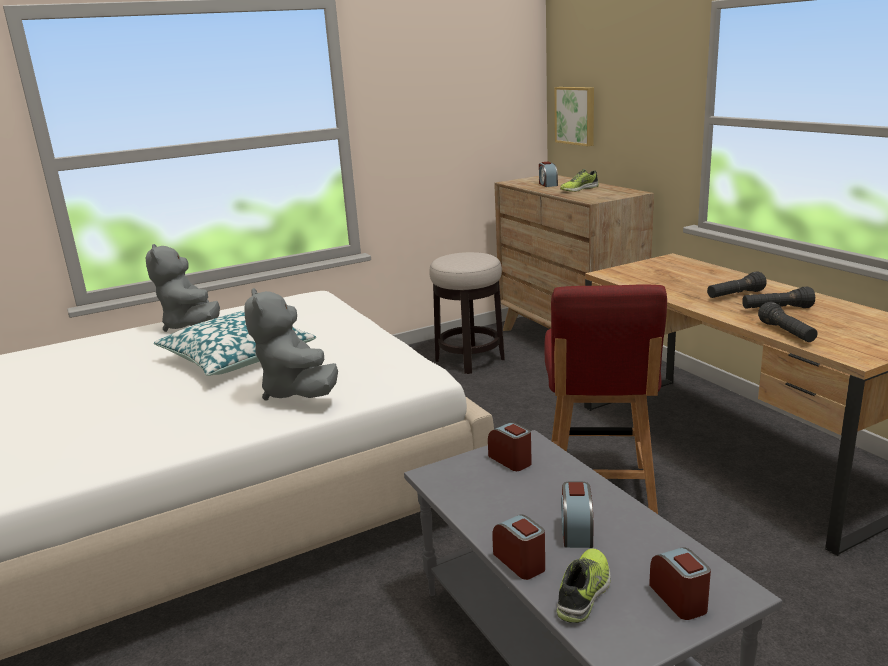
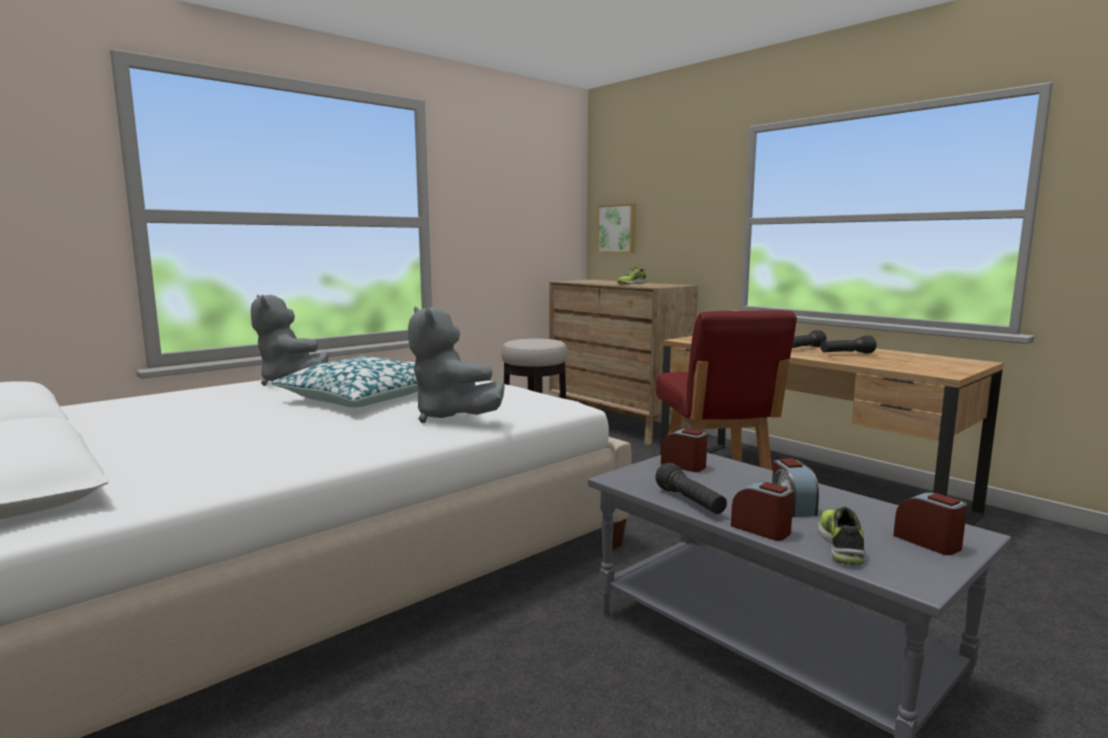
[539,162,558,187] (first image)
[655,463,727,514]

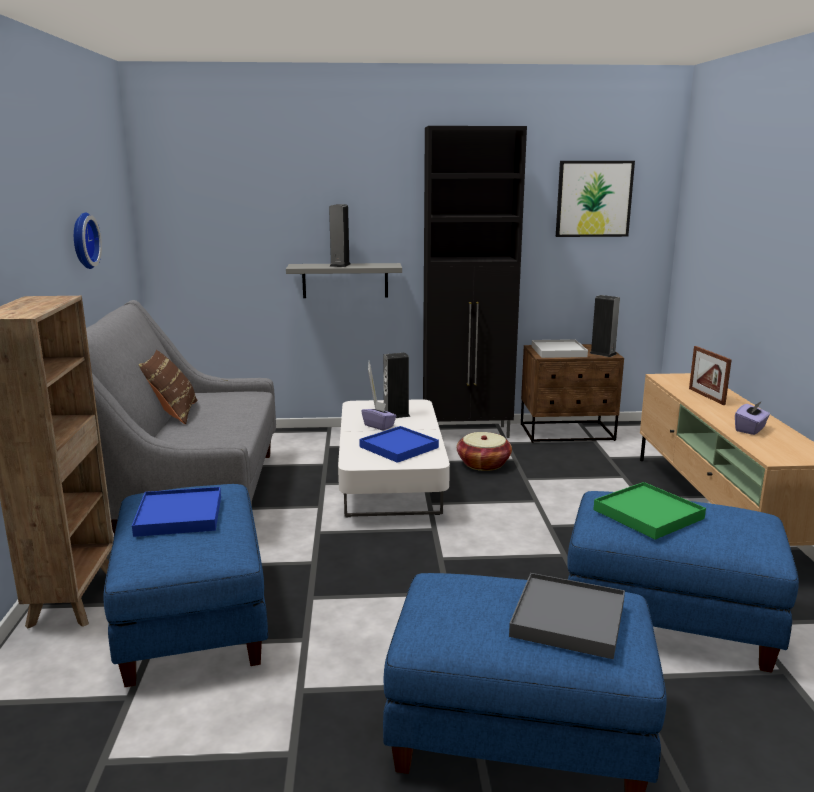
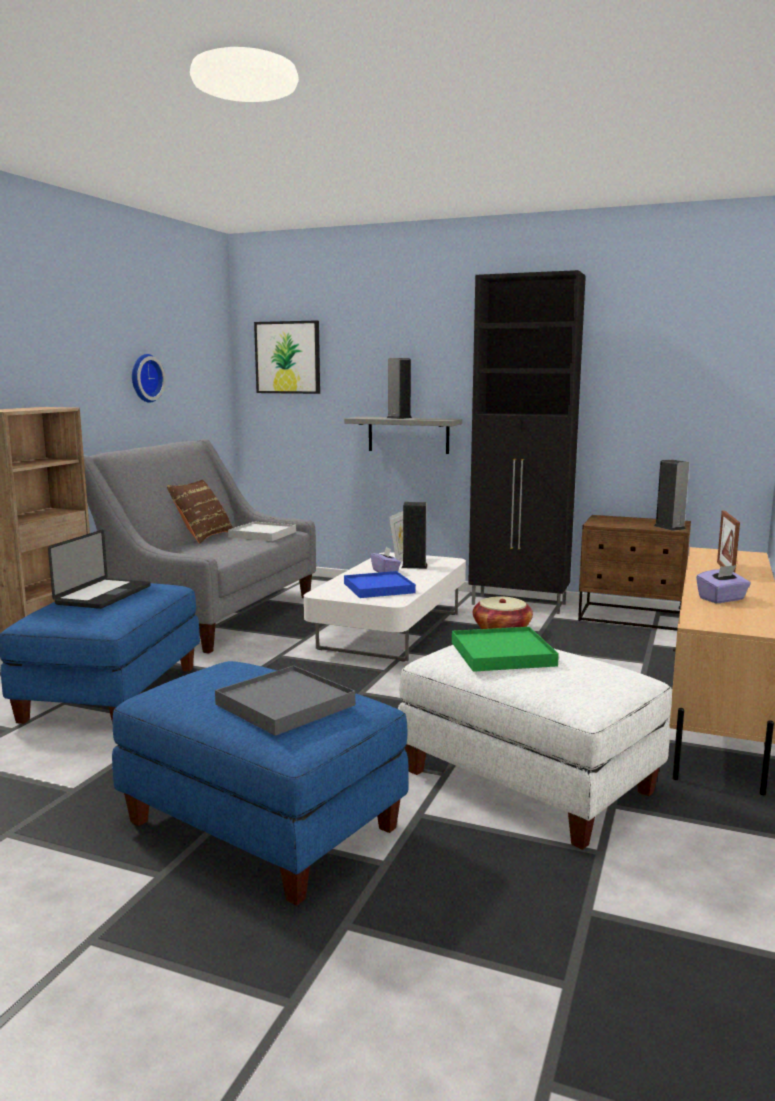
[48,530,151,609]
[228,521,296,541]
[254,320,320,394]
[398,645,672,850]

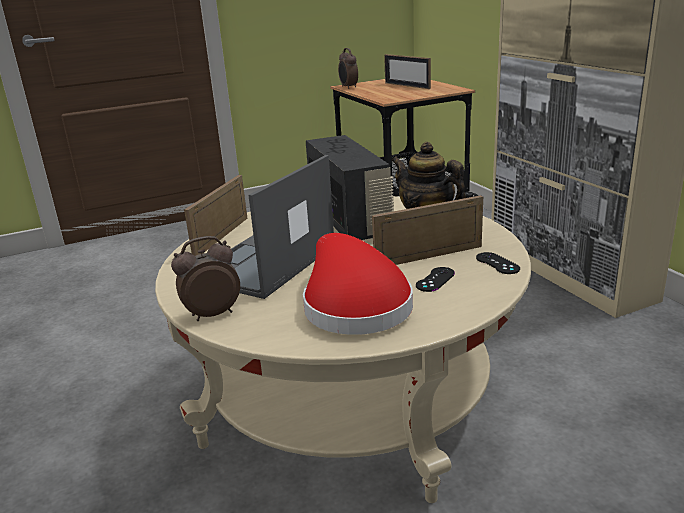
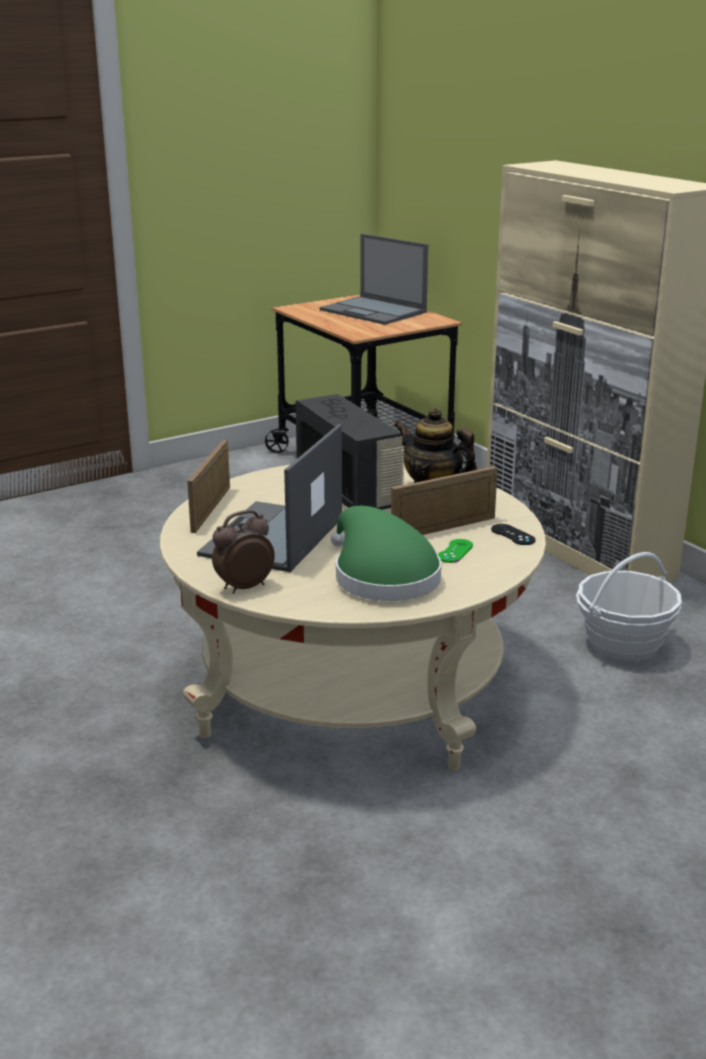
[331,506,441,601]
[338,48,358,89] (first image)
[319,234,428,325]
[438,539,473,563]
[576,552,682,661]

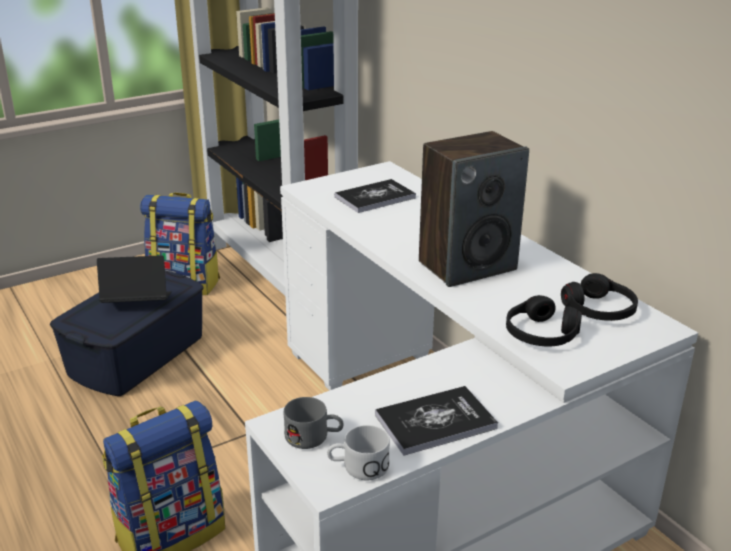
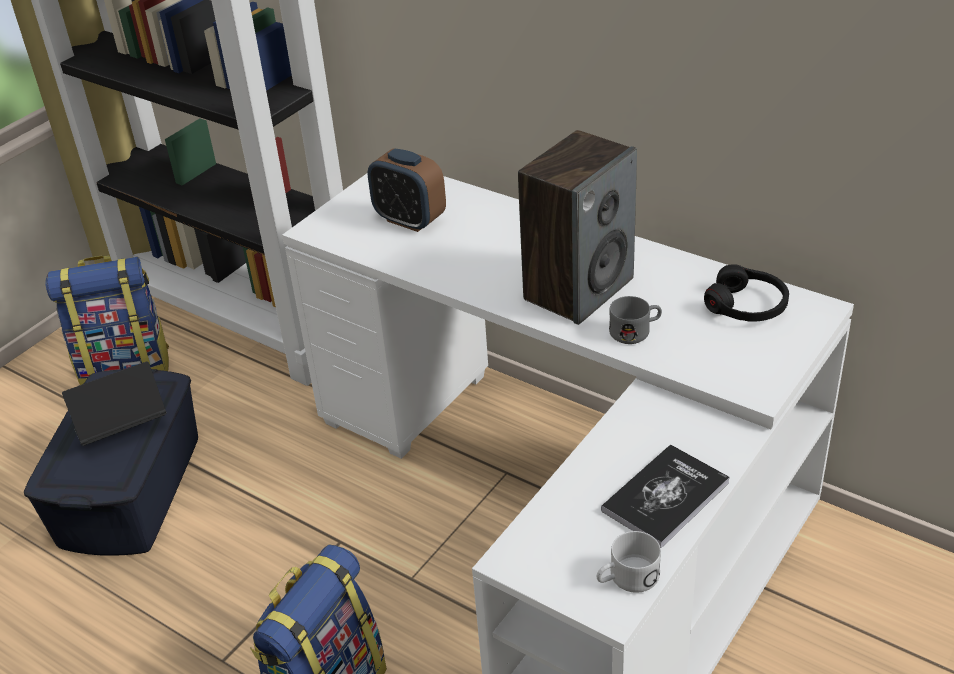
[609,296,662,344]
[368,148,446,232]
[506,295,582,346] (first image)

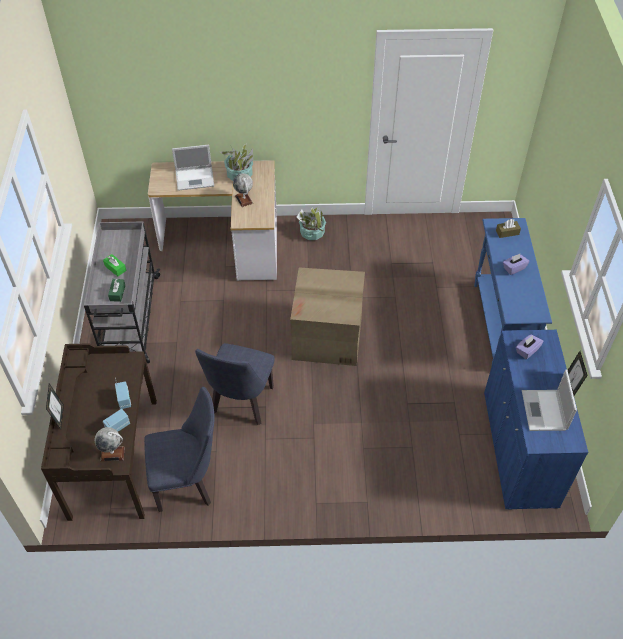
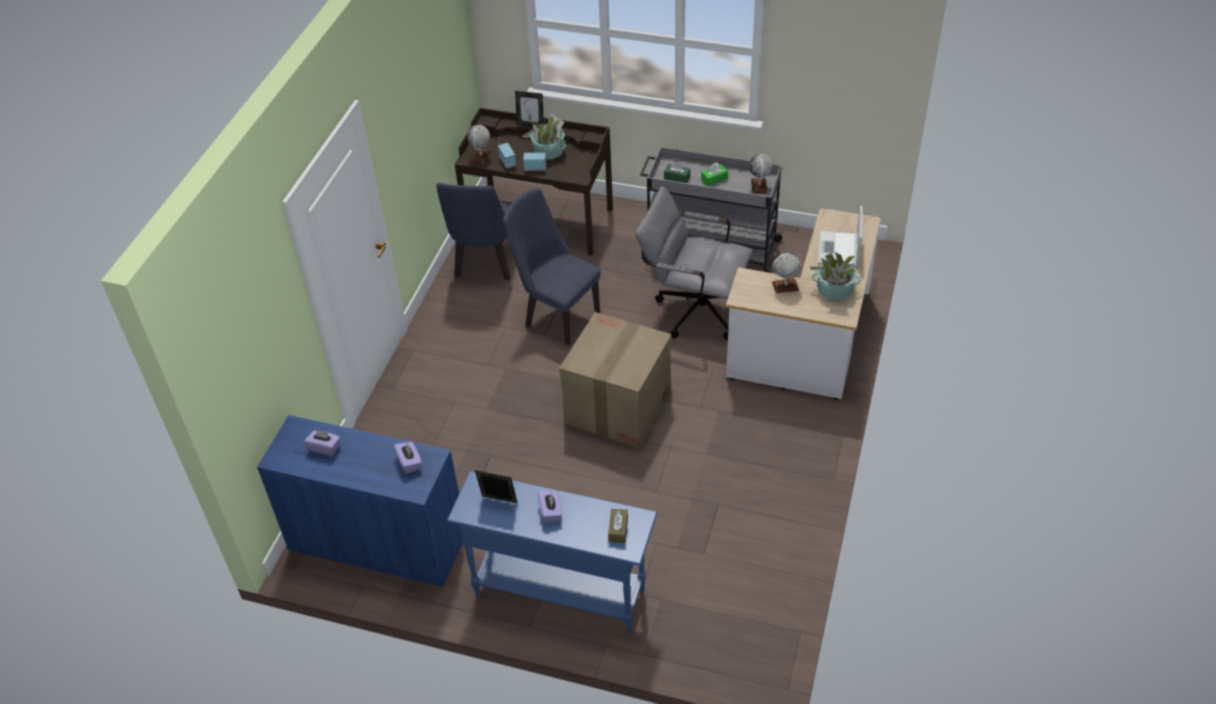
[522,114,566,160]
[304,429,340,456]
[475,470,518,504]
[635,186,752,340]
[749,154,773,194]

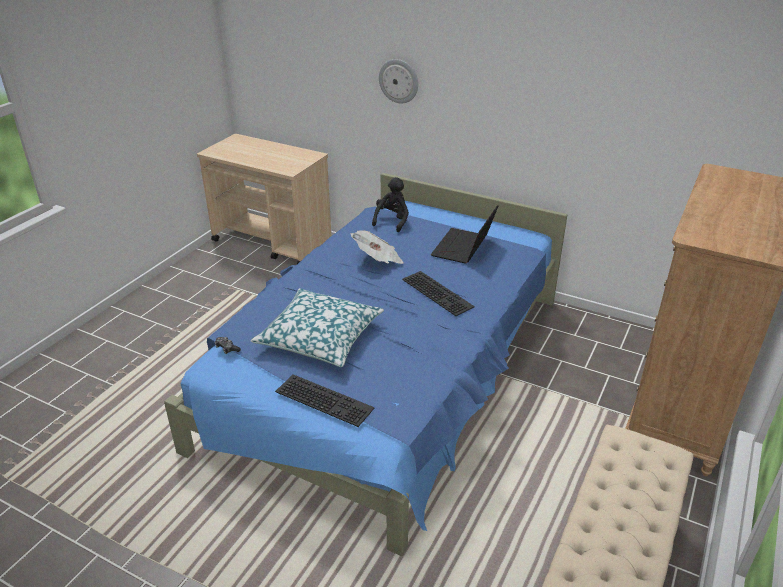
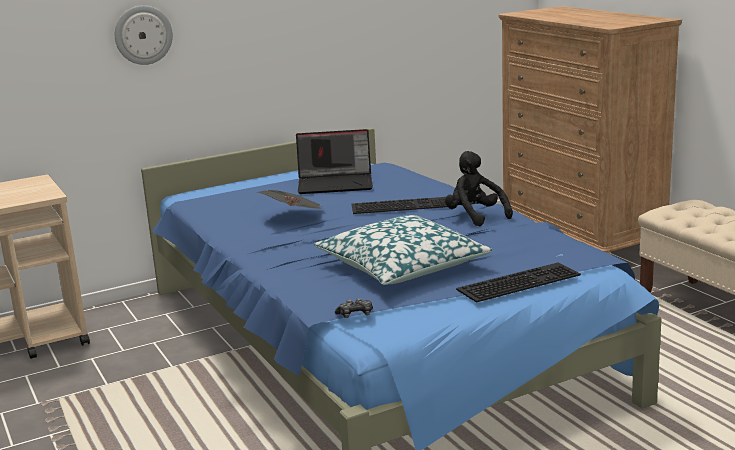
[445,151,513,226]
[296,129,373,194]

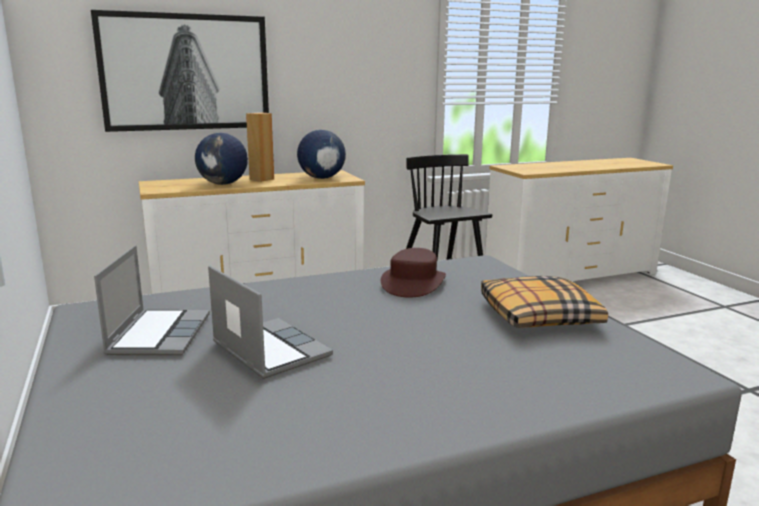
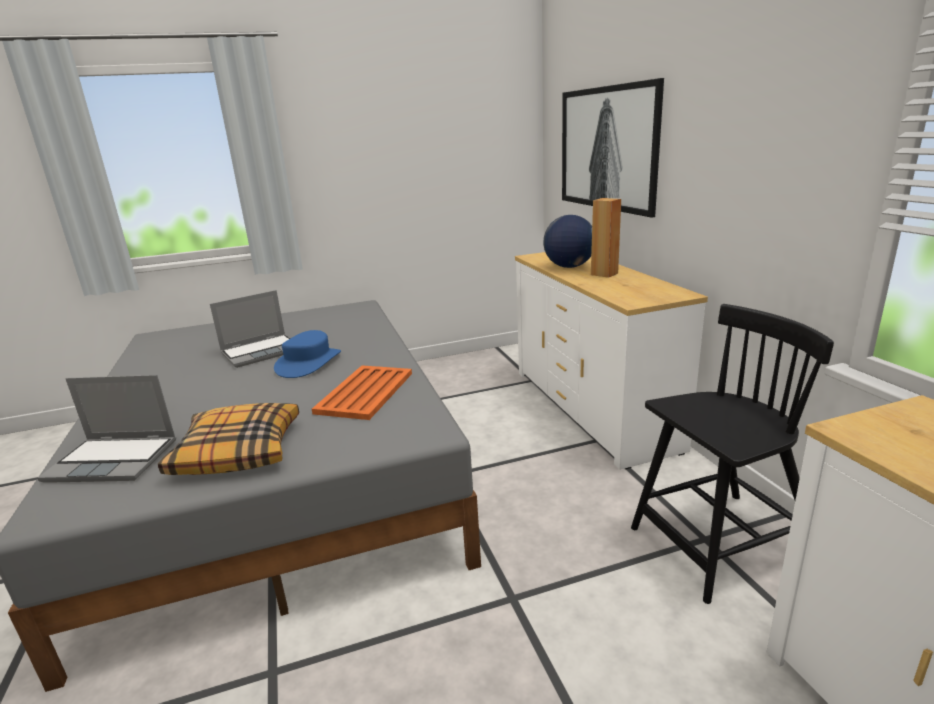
[37,375,176,483]
[297,130,346,179] (first image)
[312,365,412,420]
[274,330,341,378]

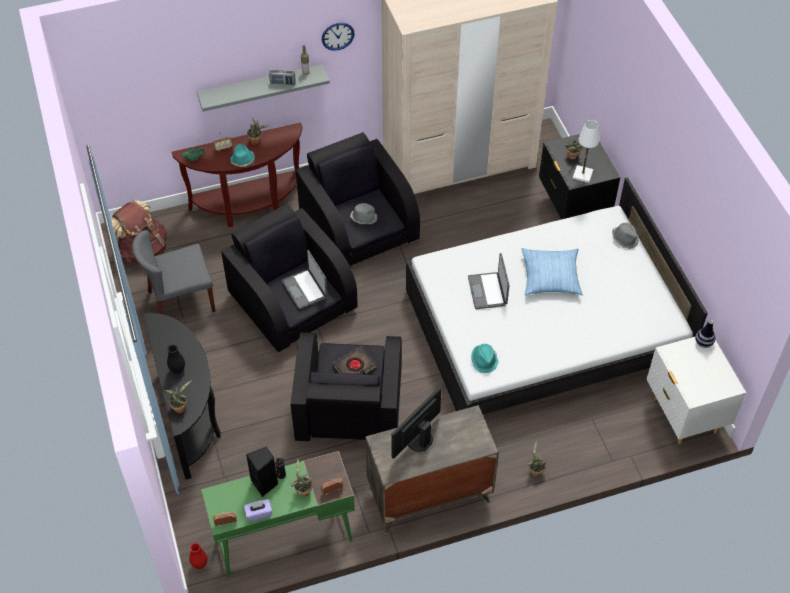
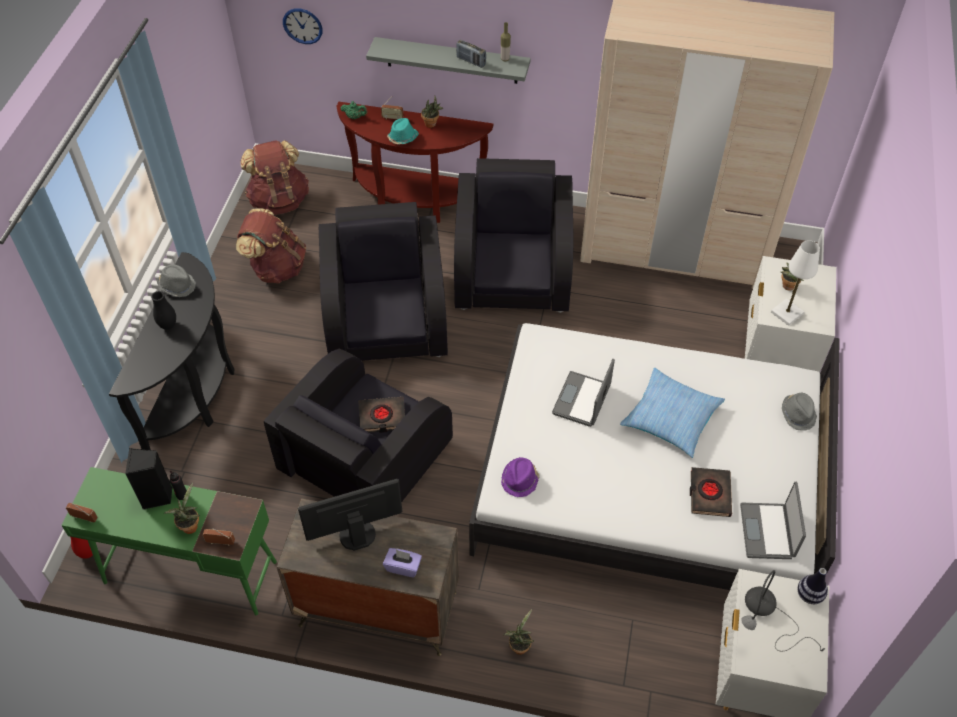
[236,208,306,284]
[164,380,192,413] (first image)
[383,548,422,577]
[740,482,806,559]
[283,8,323,44]
[157,265,196,297]
[501,457,540,497]
[745,256,836,373]
[690,467,732,517]
[741,570,825,651]

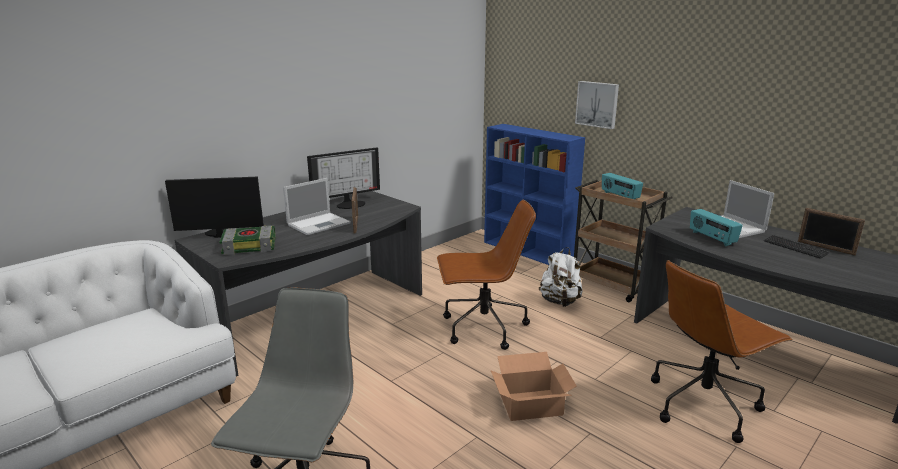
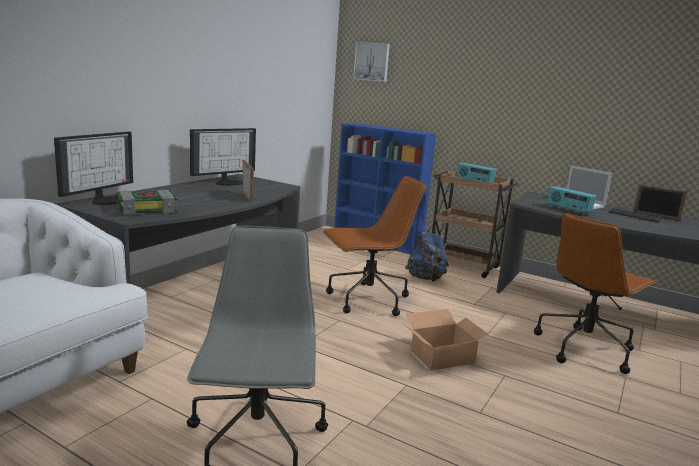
[54,131,133,205]
[283,178,351,235] (first image)
[405,227,449,282]
[353,42,390,82]

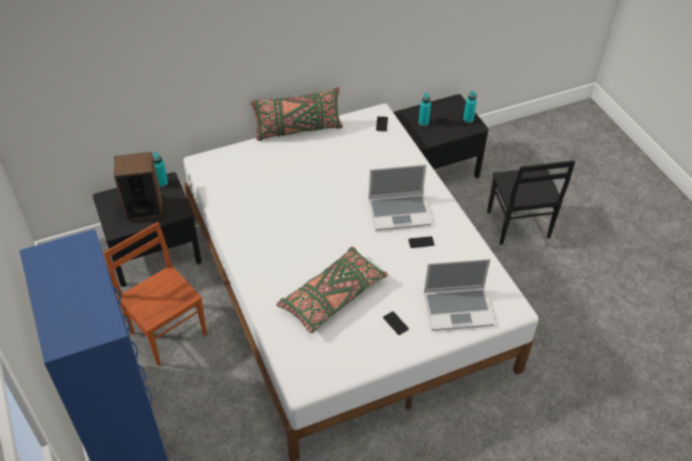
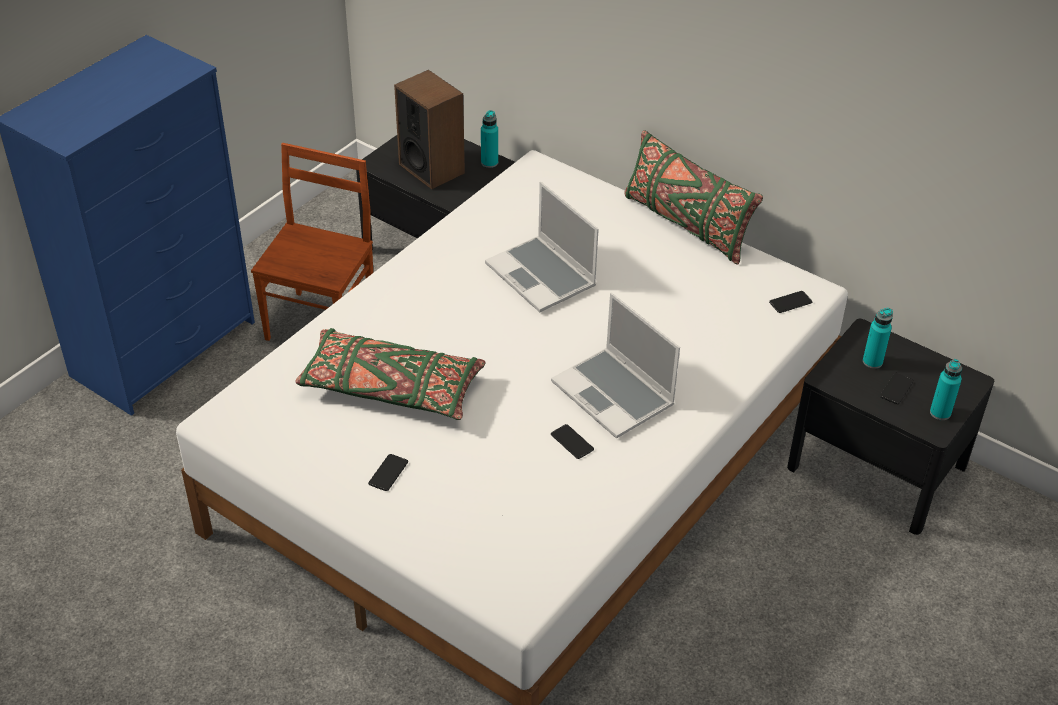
[485,182,599,312]
[487,160,575,245] (first image)

